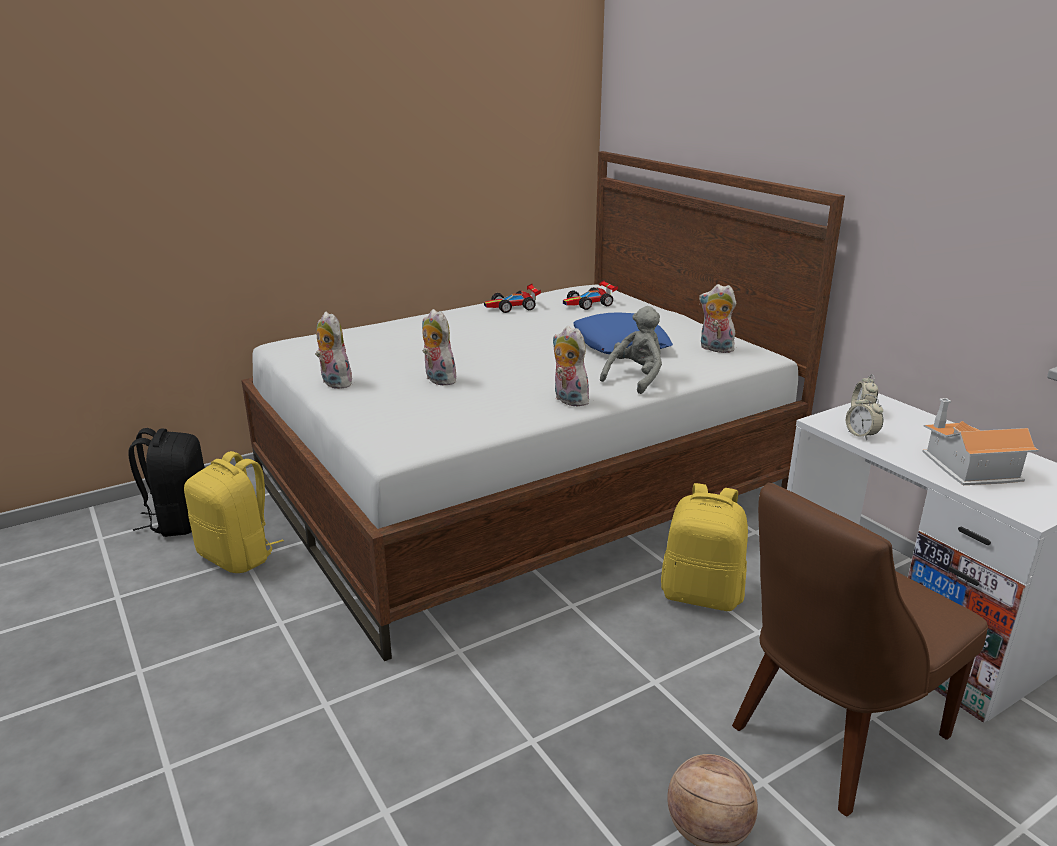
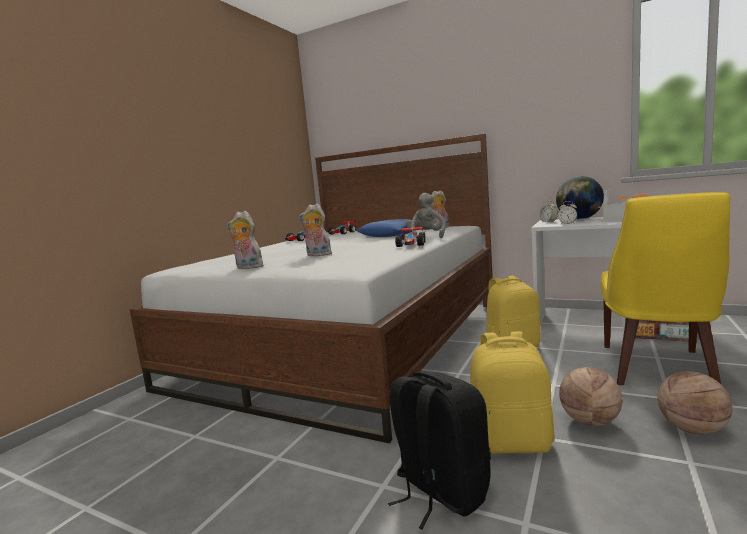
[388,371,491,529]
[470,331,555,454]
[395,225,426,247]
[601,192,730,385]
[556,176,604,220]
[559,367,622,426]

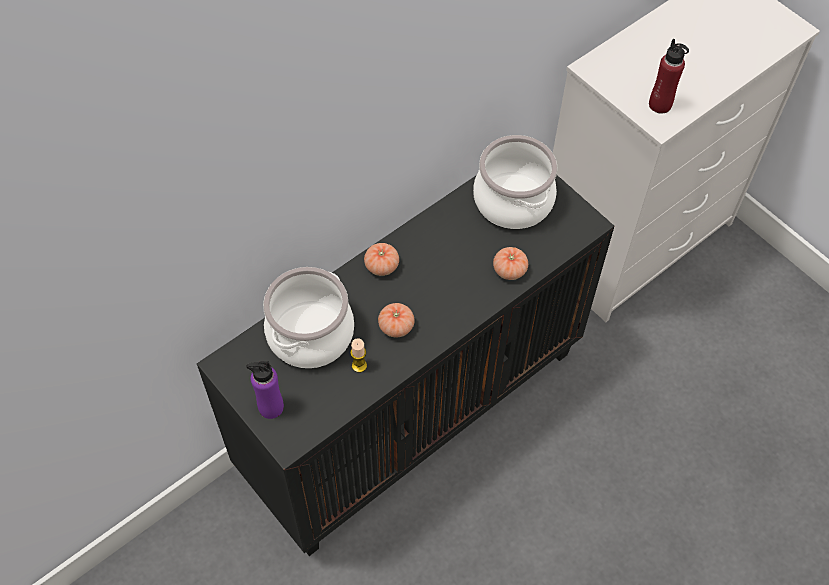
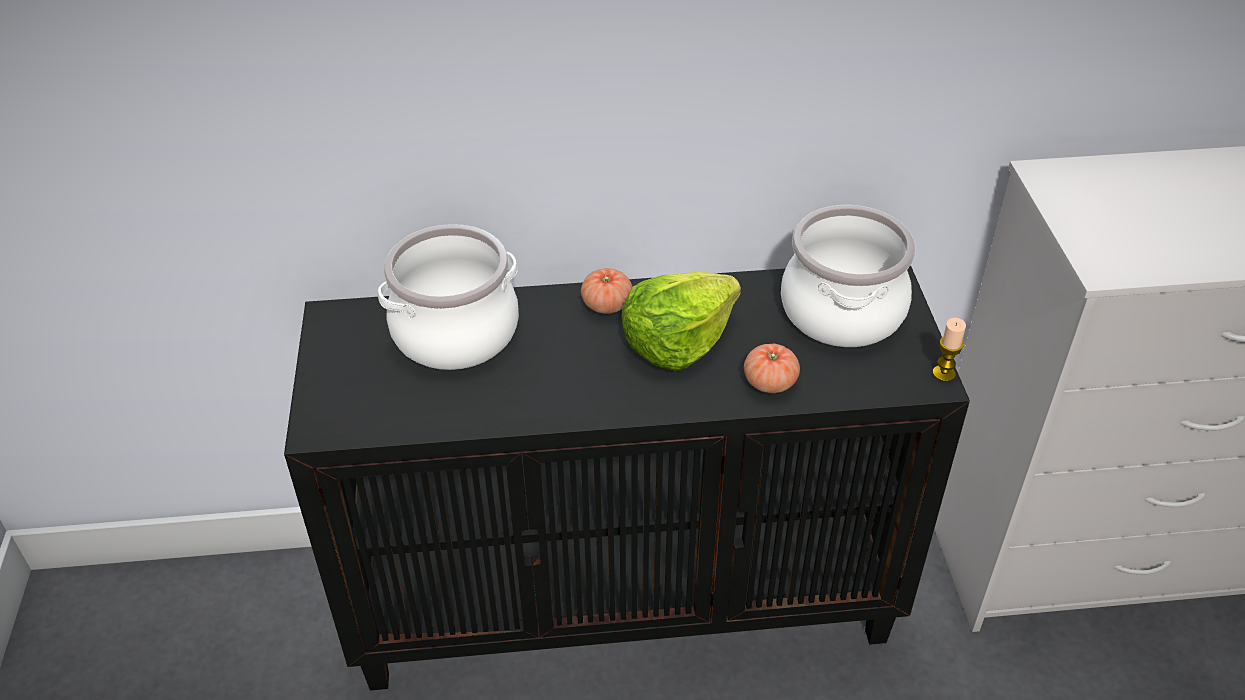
[246,361,284,419] (first image)
[932,318,966,382]
[378,303,415,337] (first image)
[649,39,689,114] (first image)
[621,271,741,371]

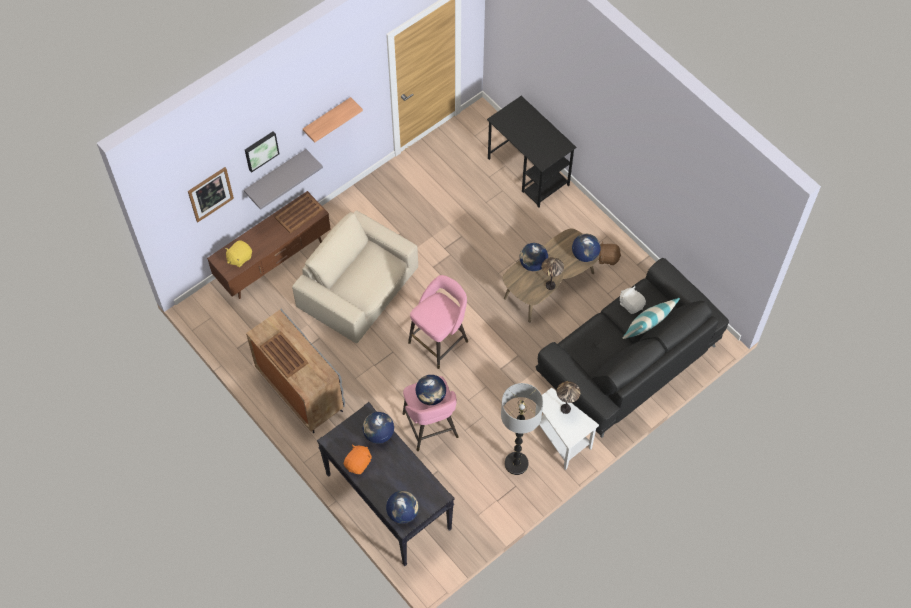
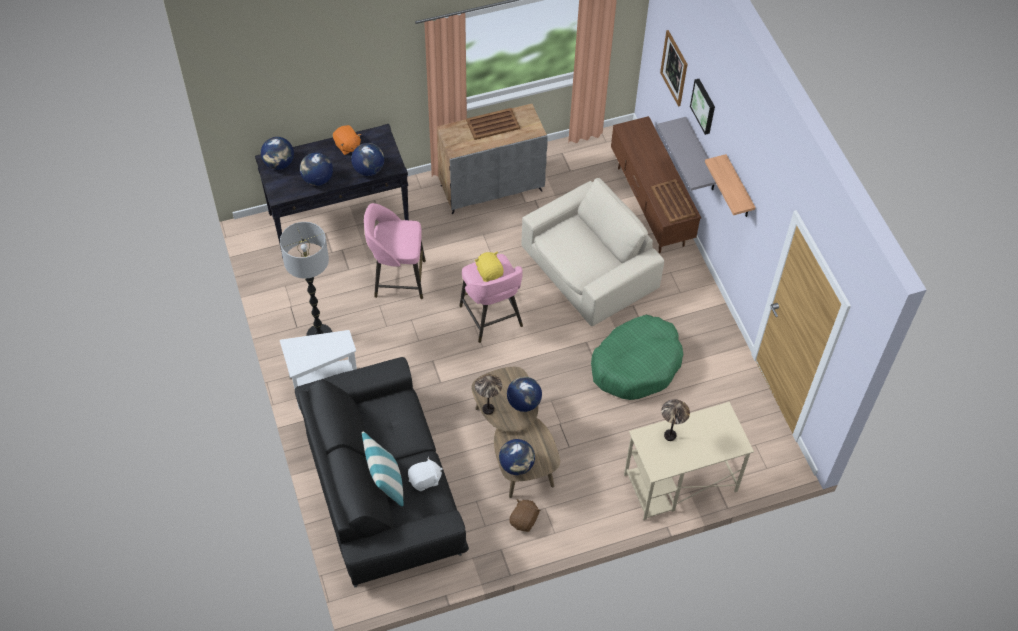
[475,252,504,282]
[300,153,333,186]
[624,402,754,520]
[661,399,690,441]
[591,315,683,400]

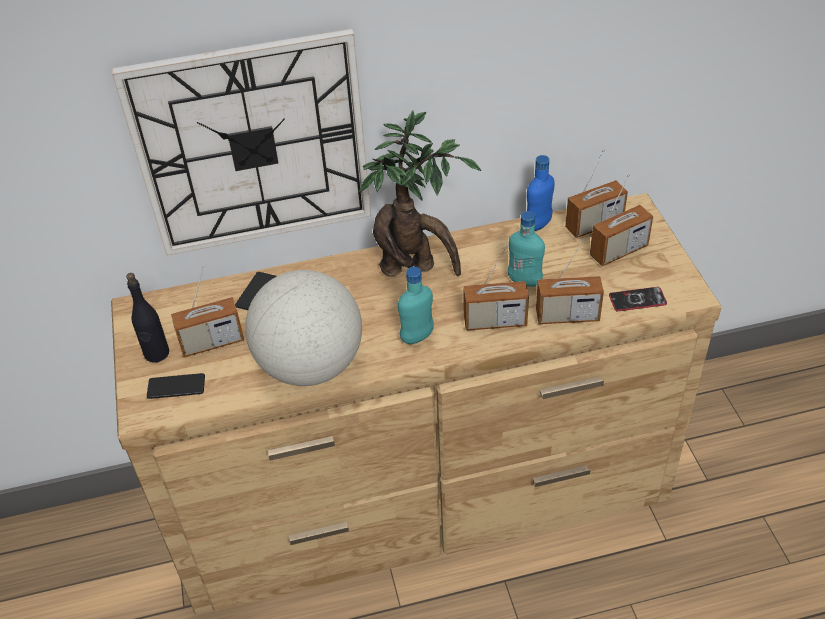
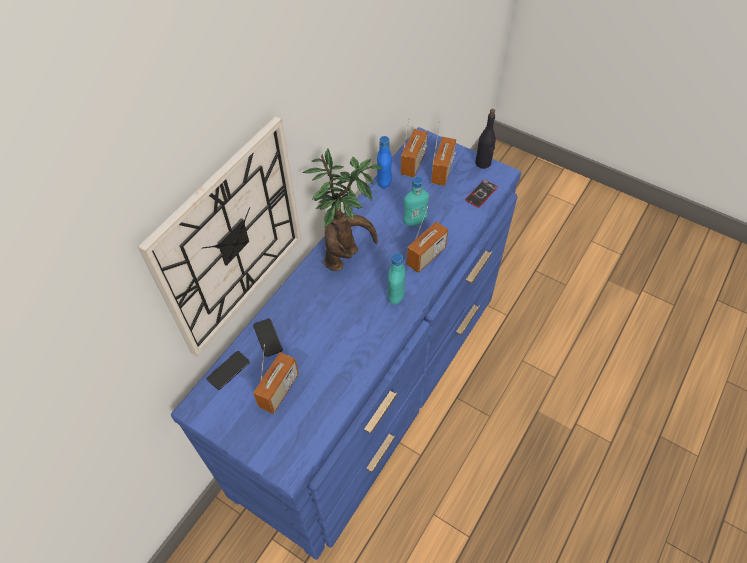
[171,127,521,560]
[475,109,496,169]
[207,351,250,390]
[245,270,362,386] (first image)
[536,240,604,324] (first image)

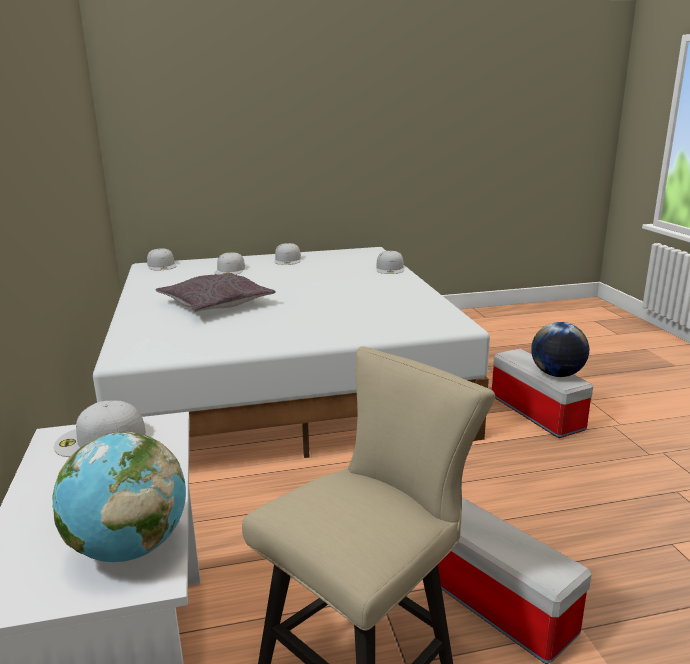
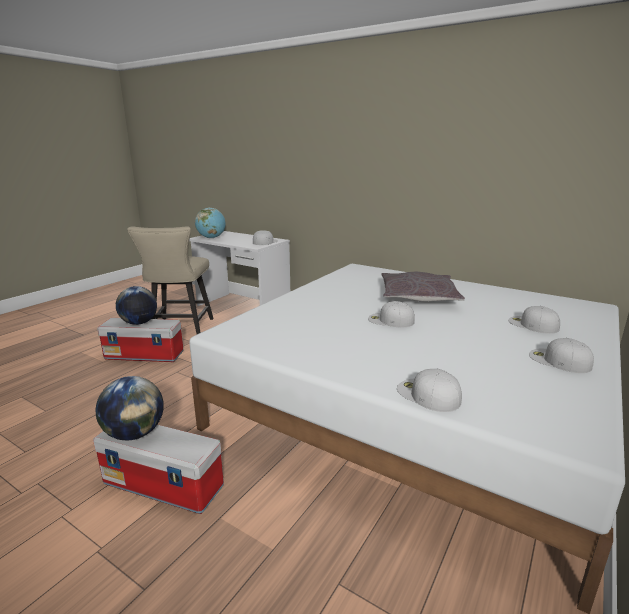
[368,301,415,327]
[116,286,157,325]

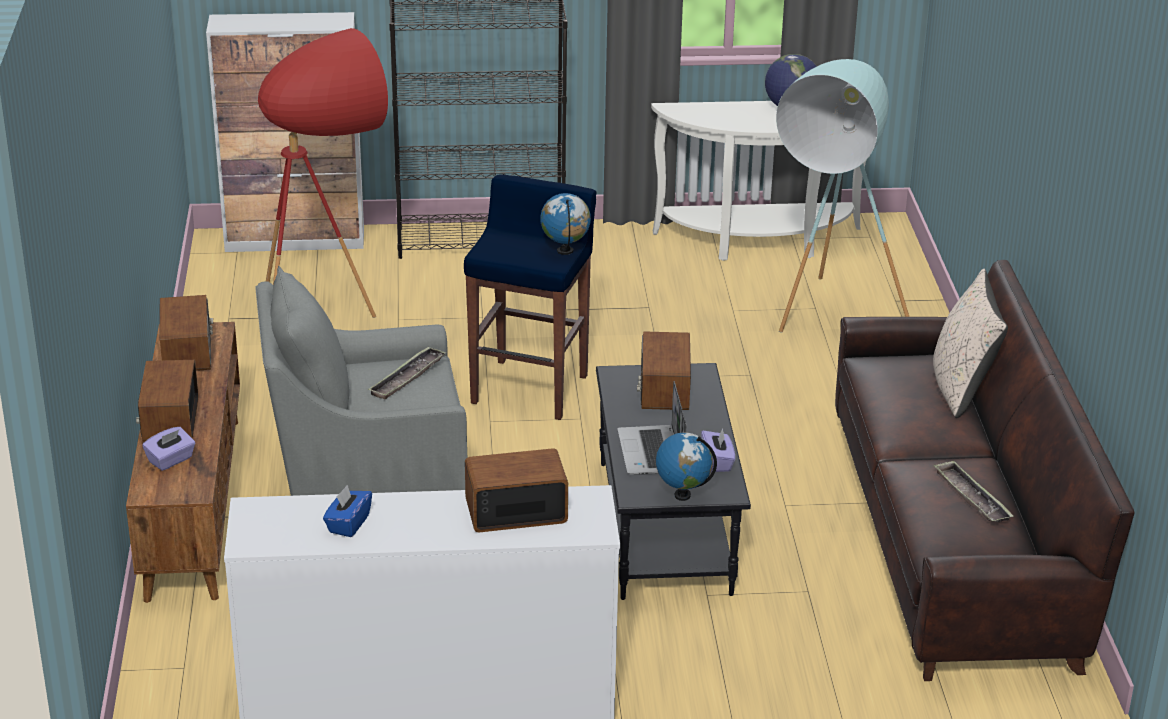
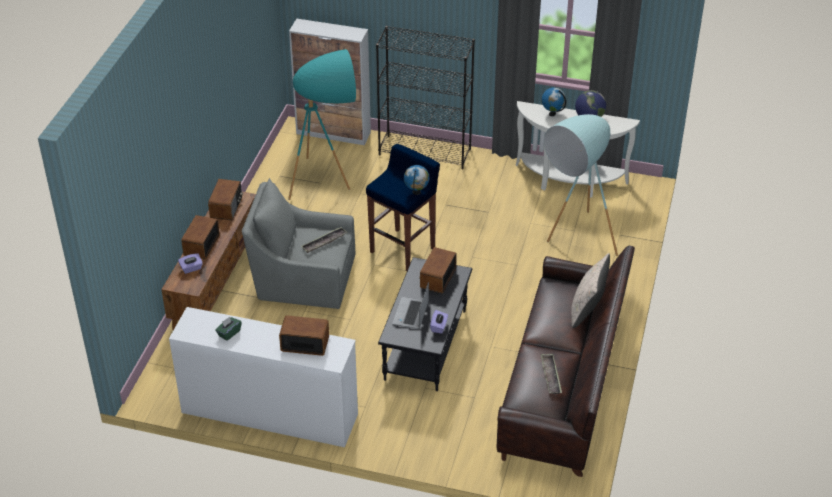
[288,49,356,200]
[215,317,242,341]
[542,88,566,116]

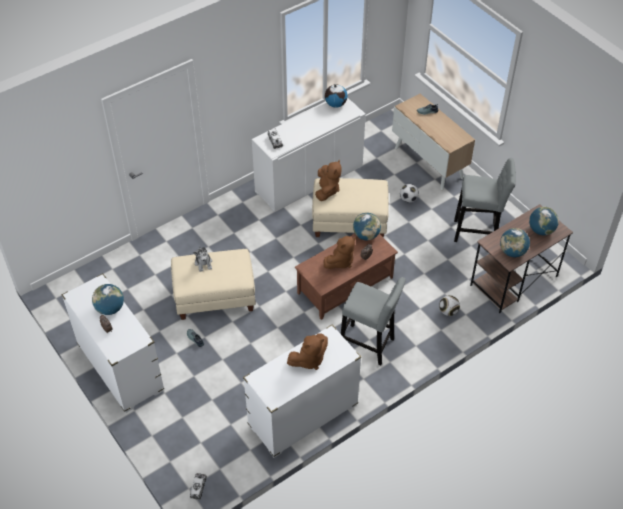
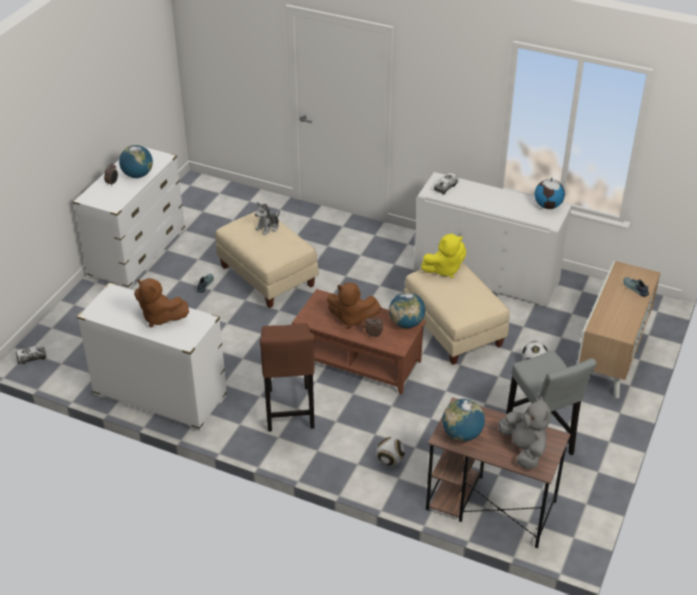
[421,234,466,278]
[260,323,315,432]
[498,395,551,469]

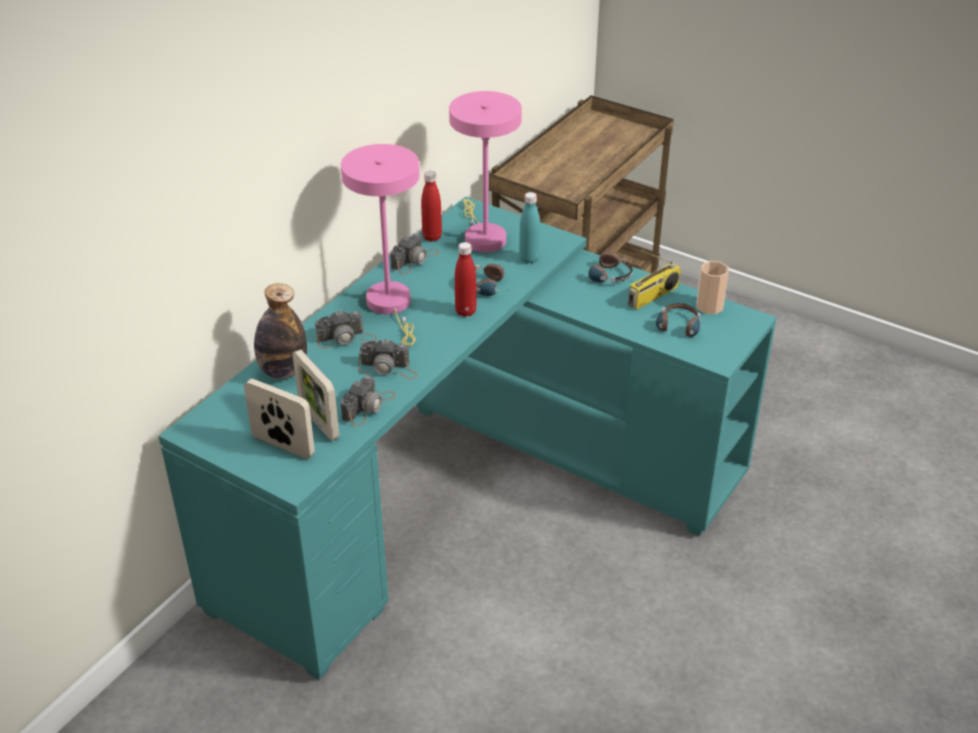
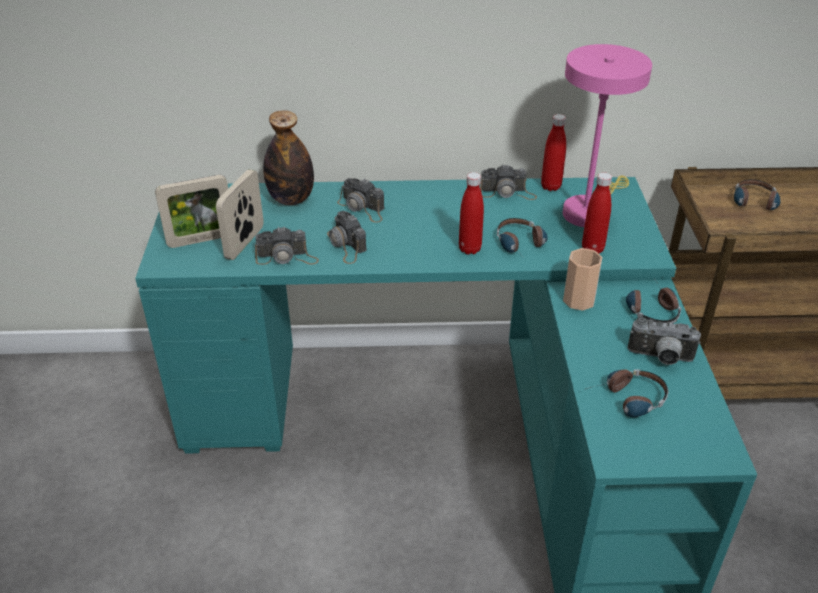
[155,175,228,248]
[341,144,420,346] (first image)
[582,173,612,254]
[628,317,701,365]
[563,248,602,311]
[734,179,781,213]

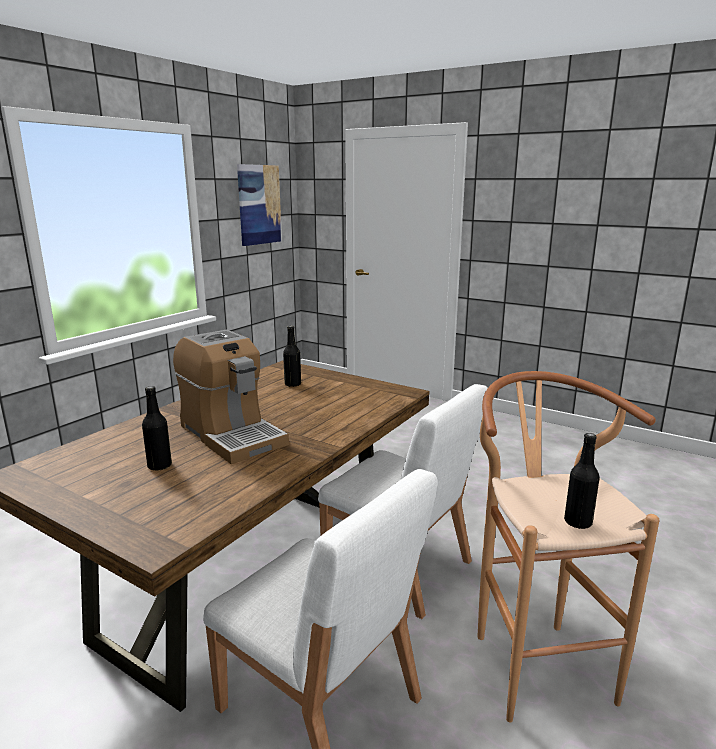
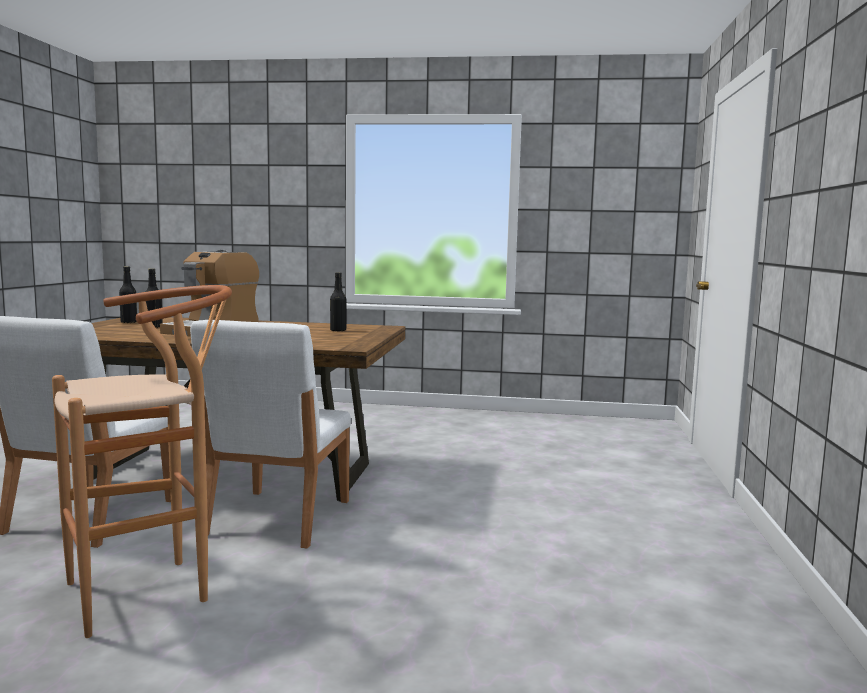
[237,164,282,246] (first image)
[119,266,137,323]

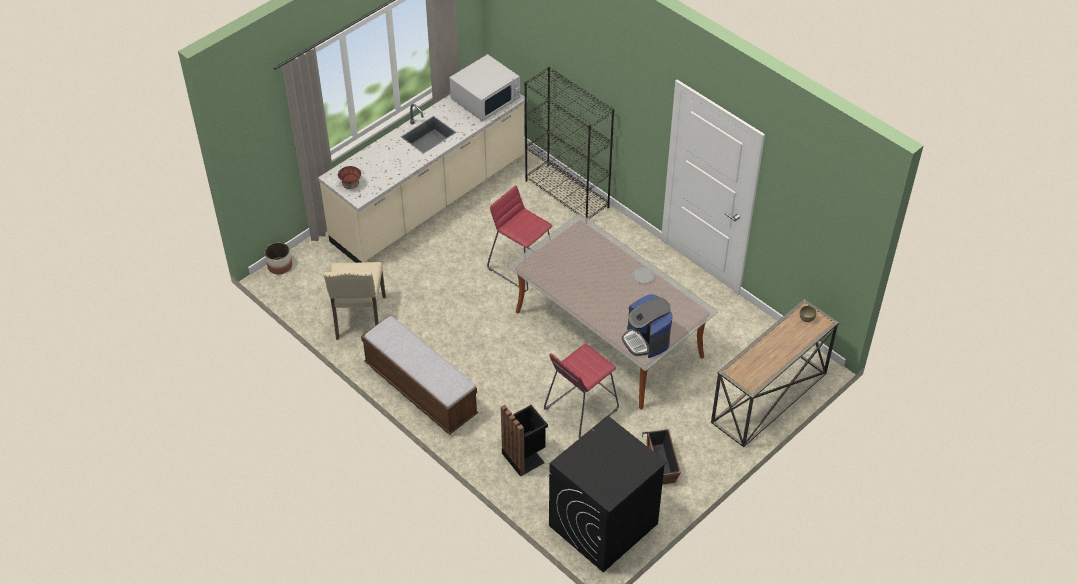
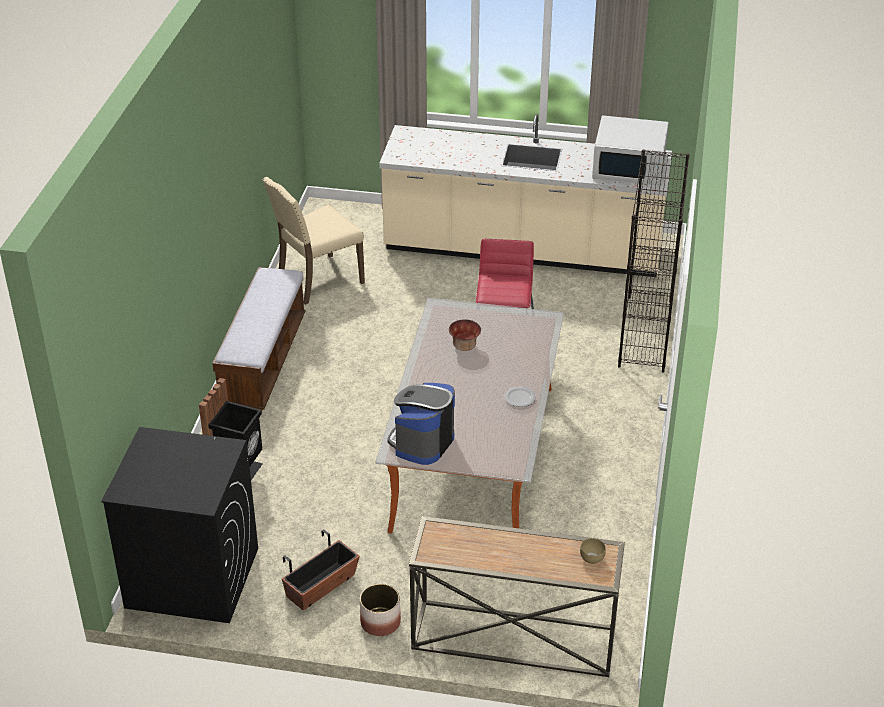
[360,583,401,636]
[449,320,481,351]
[544,344,619,439] (first image)

